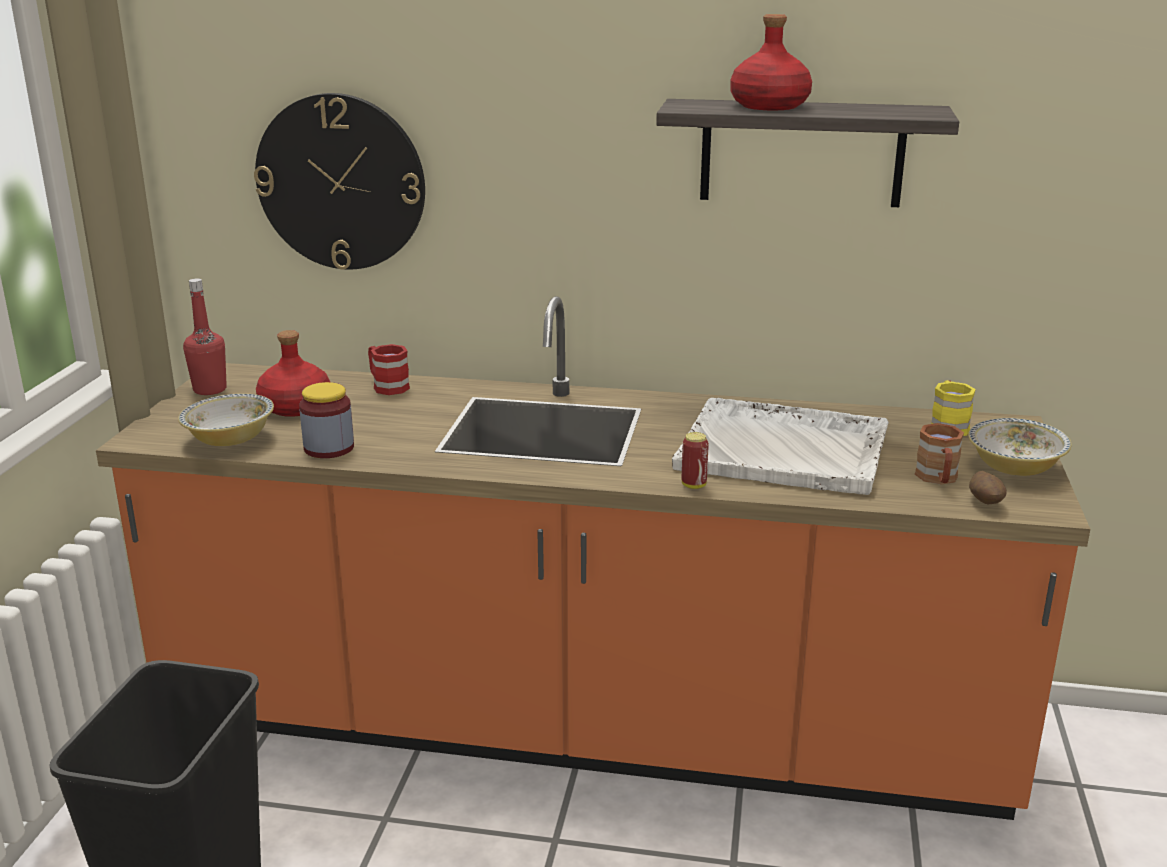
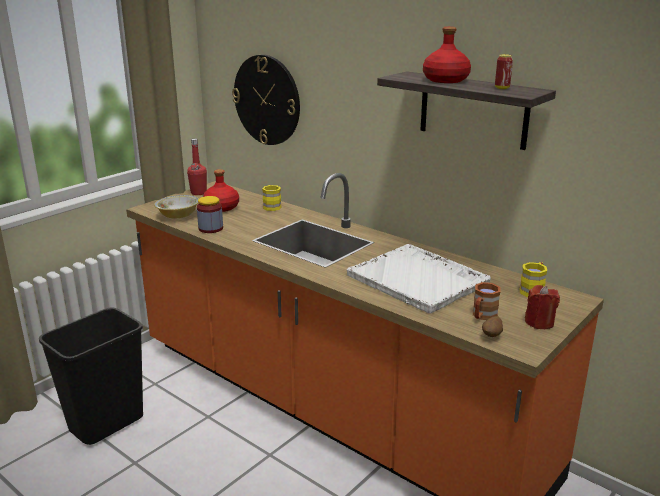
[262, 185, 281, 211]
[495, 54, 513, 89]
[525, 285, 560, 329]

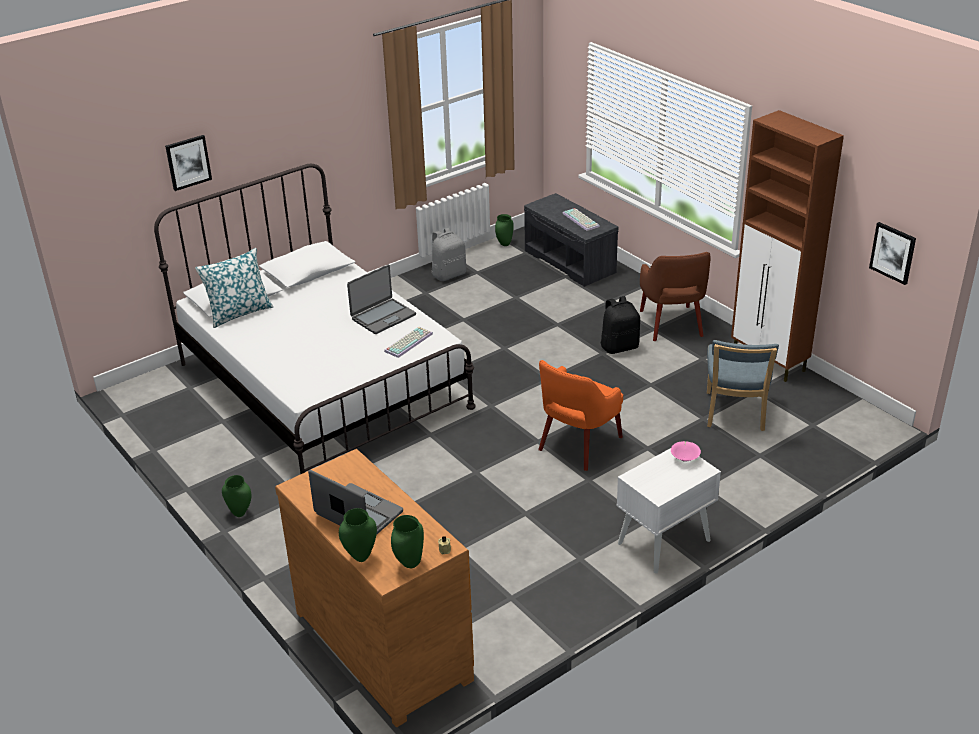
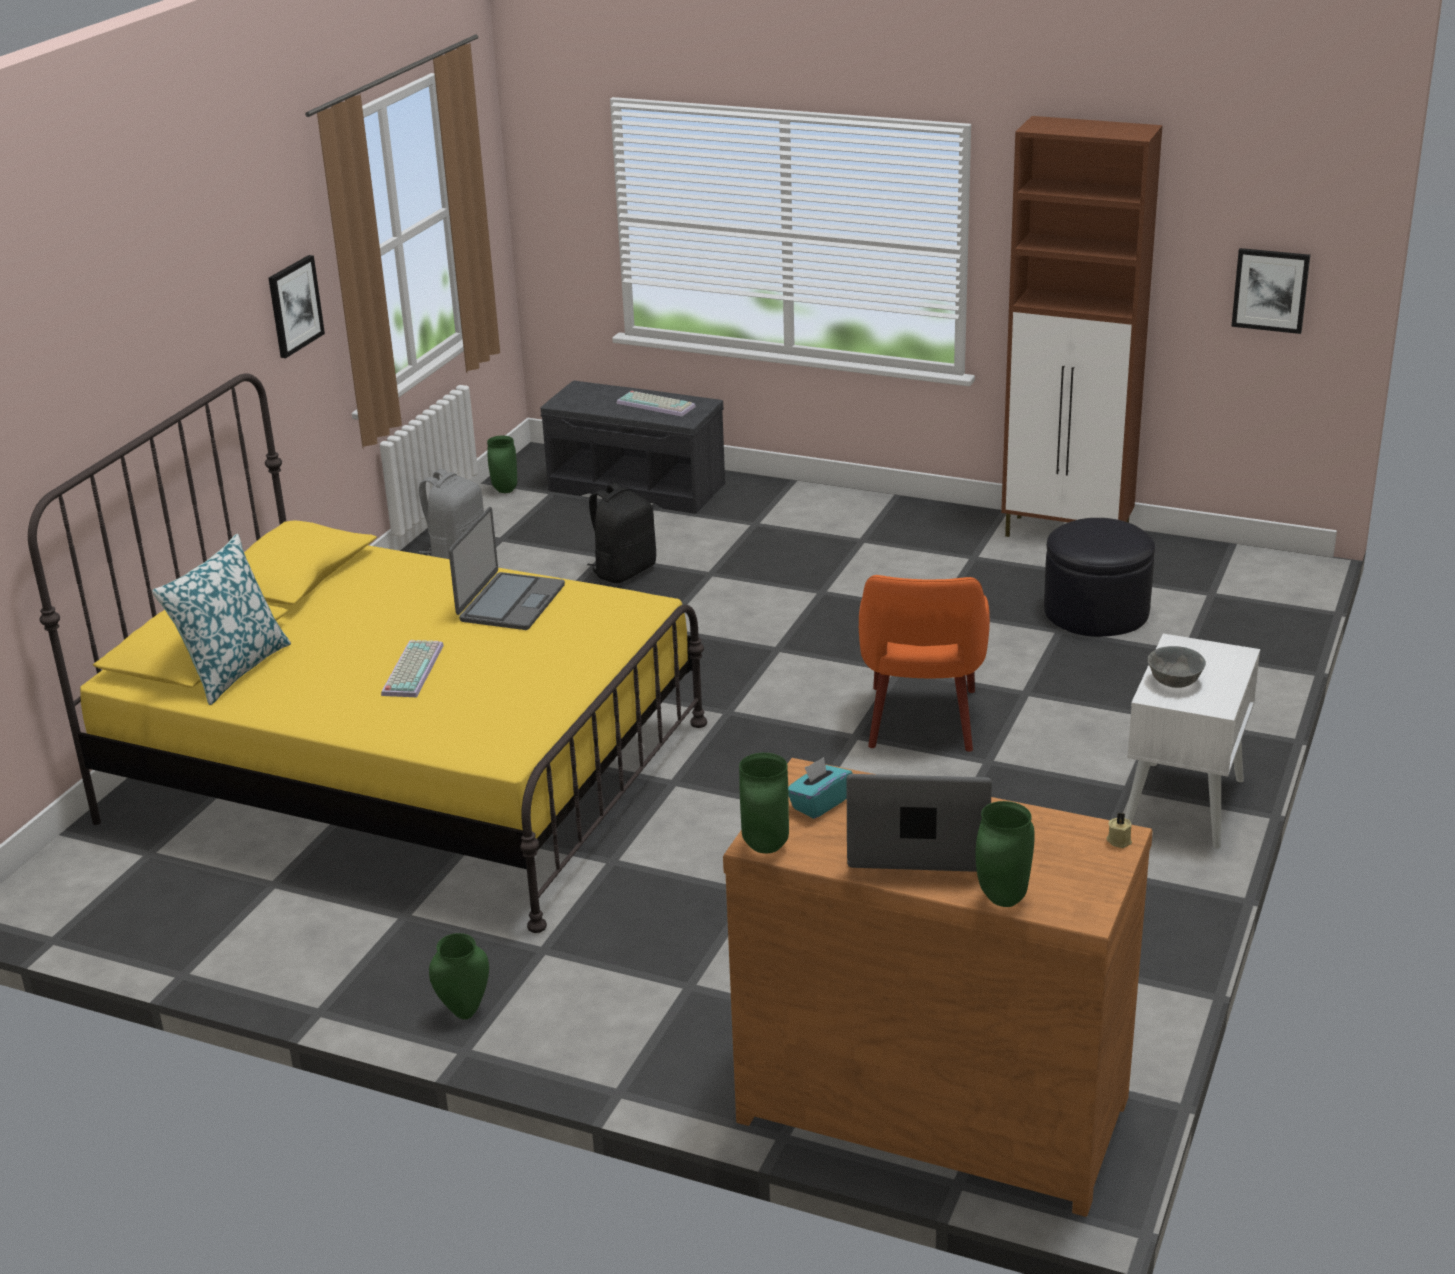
[28, 373, 707, 933]
[269, 255, 325, 358]
[381, 640, 444, 697]
[587, 483, 656, 583]
[739, 753, 789, 853]
[788, 757, 853, 819]
[1044, 518, 1155, 637]
[1147, 646, 1206, 688]
[640, 252, 710, 341] (first image)
[671, 441, 701, 462] (first image)

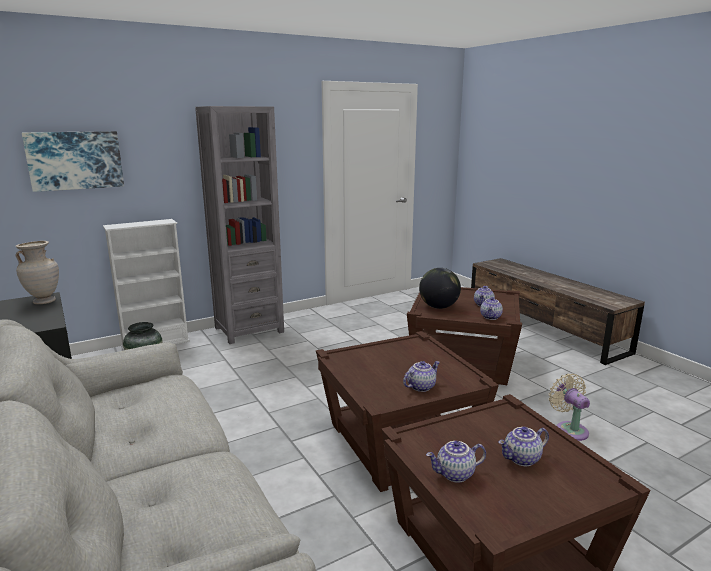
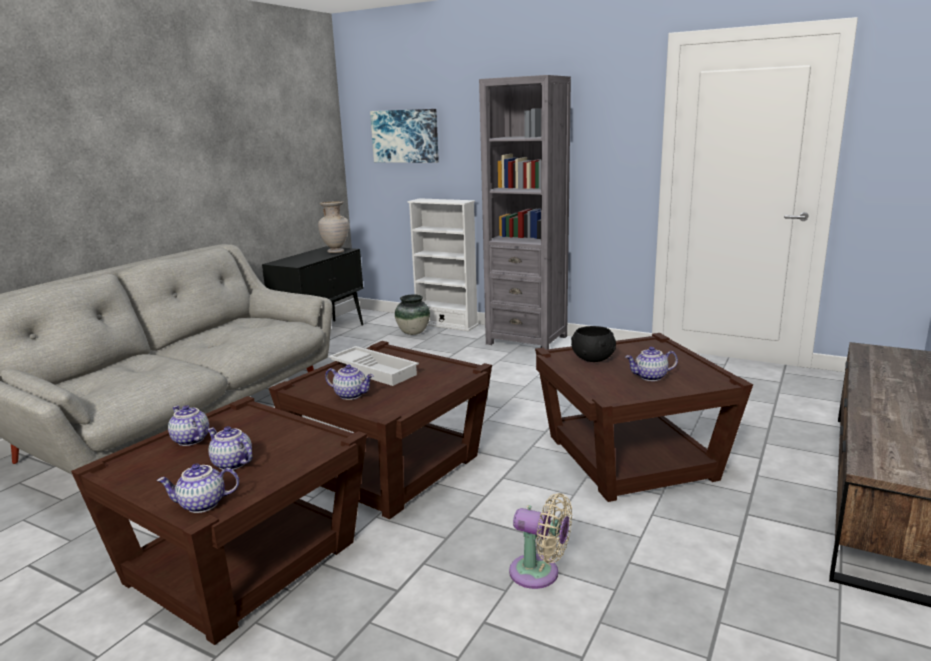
[157, 464, 239, 513]
[328, 346, 419, 386]
[509, 493, 572, 589]
[571, 326, 616, 362]

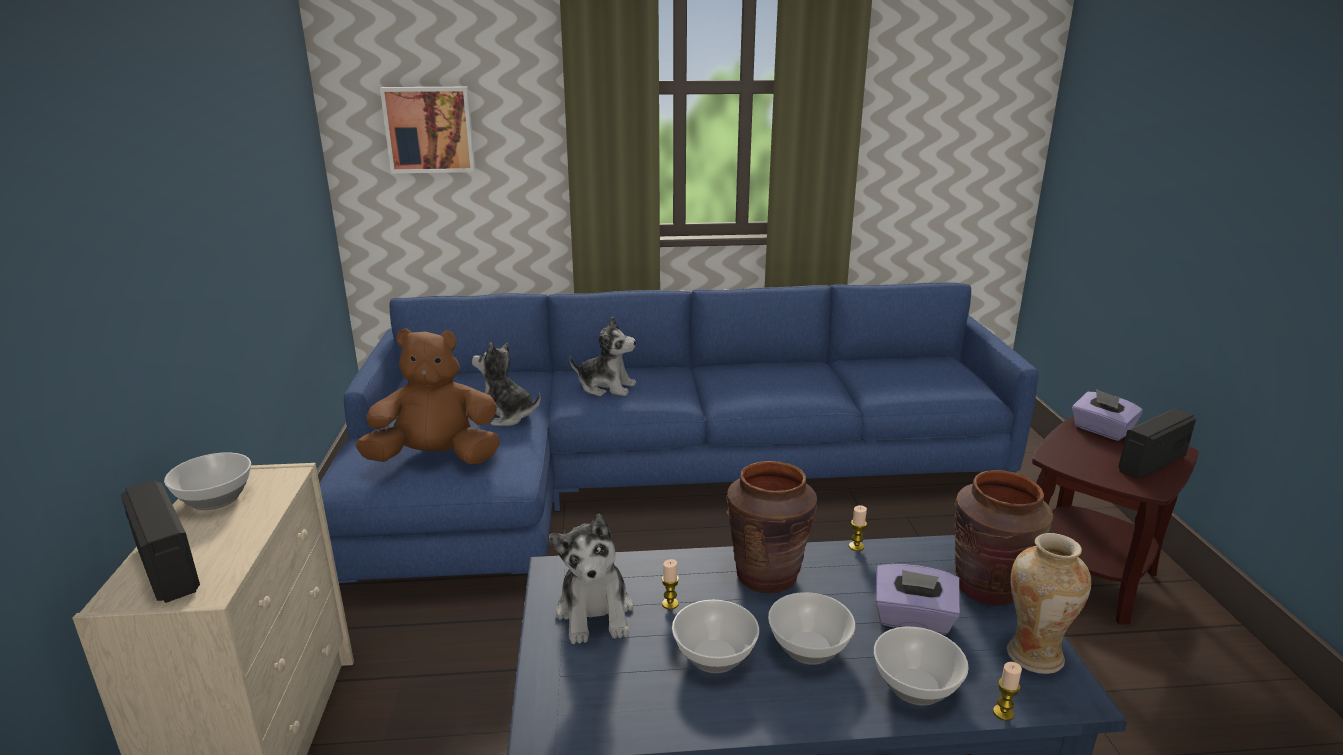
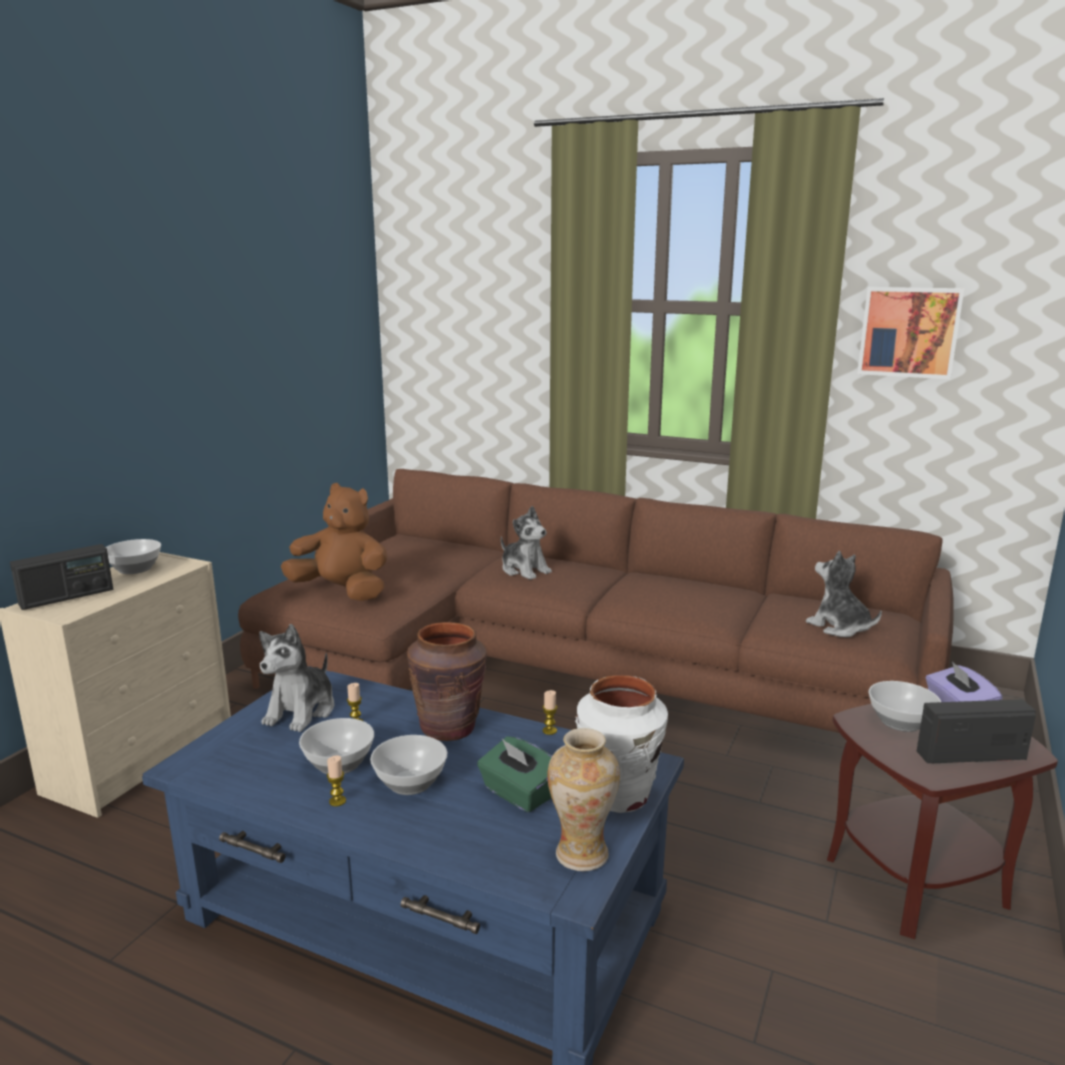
[10, 544, 113, 610]
[238, 469, 953, 733]
[327, 755, 346, 807]
[477, 736, 552, 813]
[575, 675, 668, 813]
[806, 551, 882, 637]
[857, 287, 964, 379]
[869, 681, 941, 732]

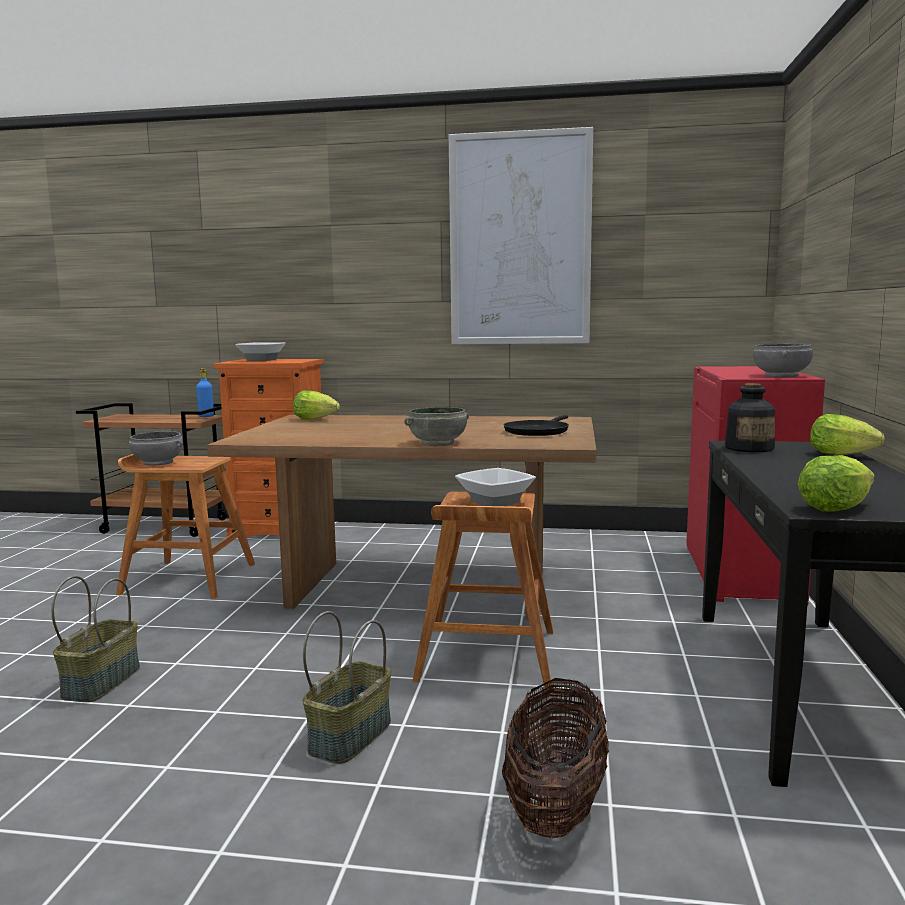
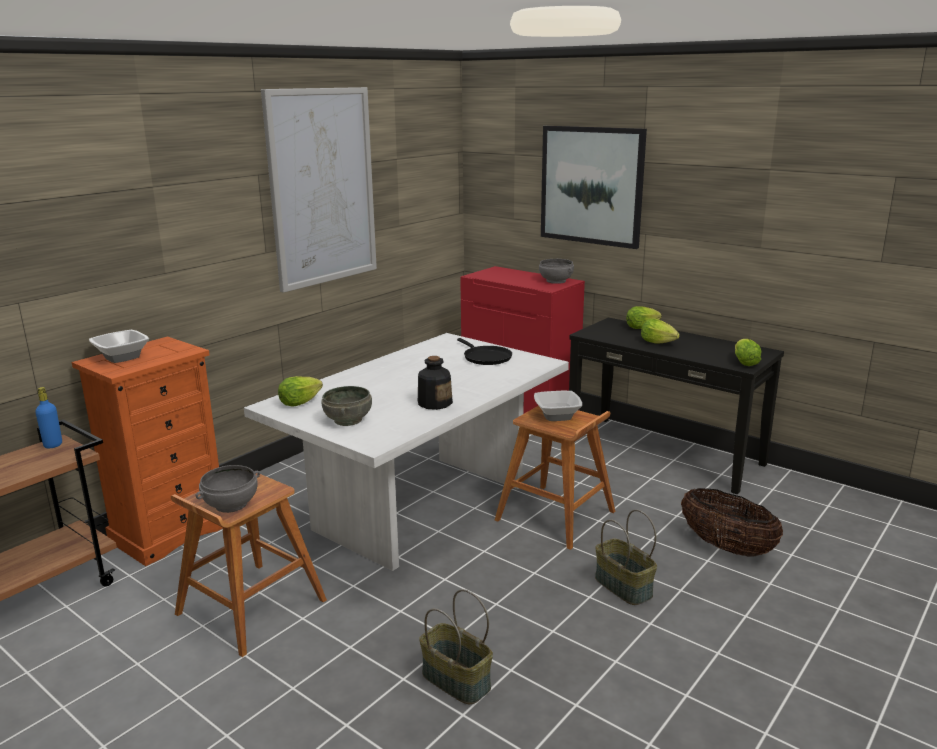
[244, 333, 569, 571]
[321, 386, 372, 426]
[418, 356, 453, 410]
[541, 126, 647, 249]
[641, 319, 680, 344]

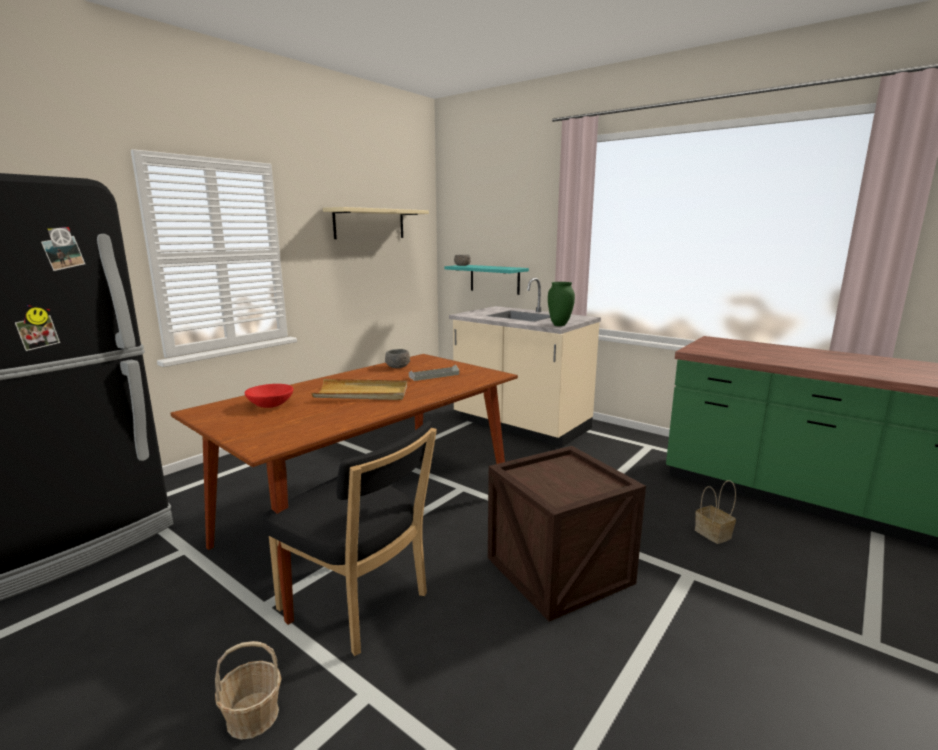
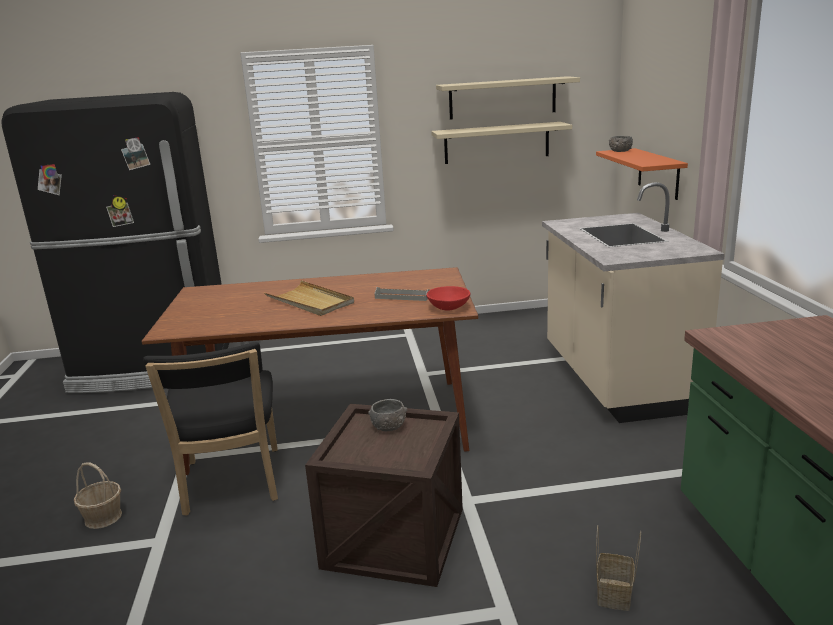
[368, 399, 407, 431]
[427, 286, 470, 310]
[431, 122, 572, 164]
[596, 148, 688, 200]
[548, 282, 575, 326] (first image)

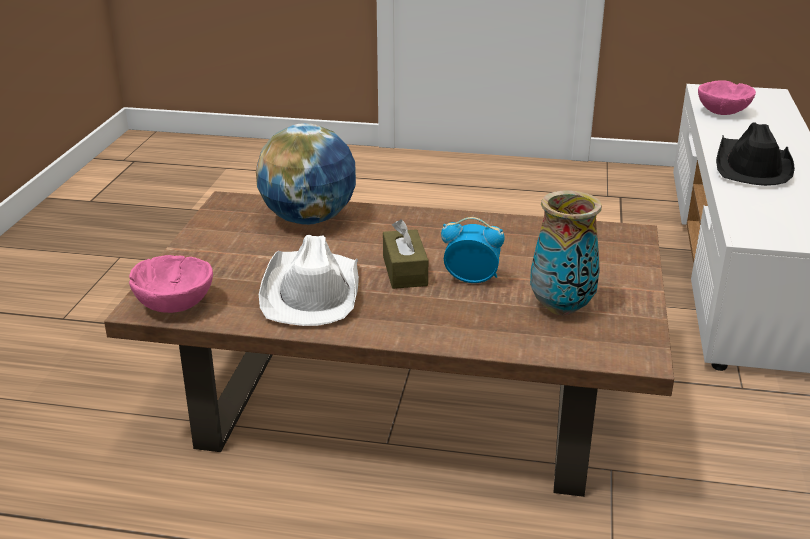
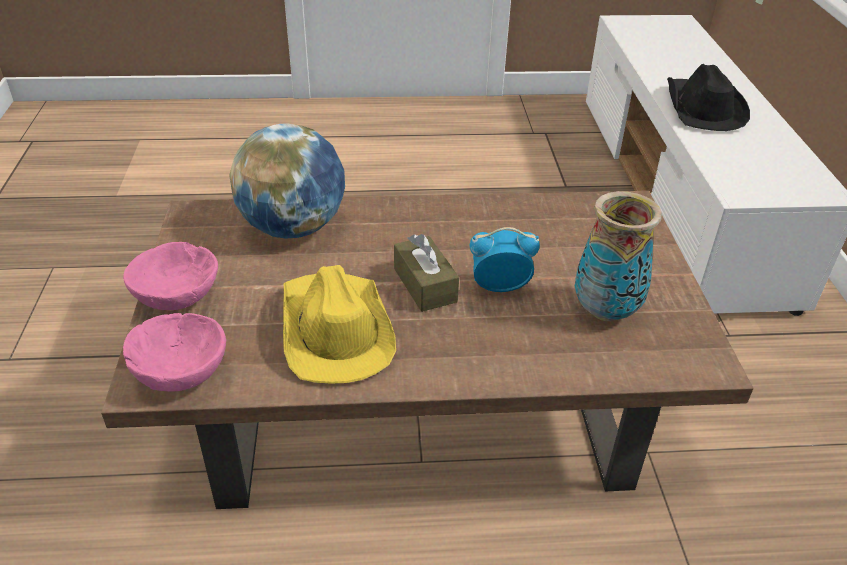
[123, 242, 218, 310]
[283, 265, 396, 383]

